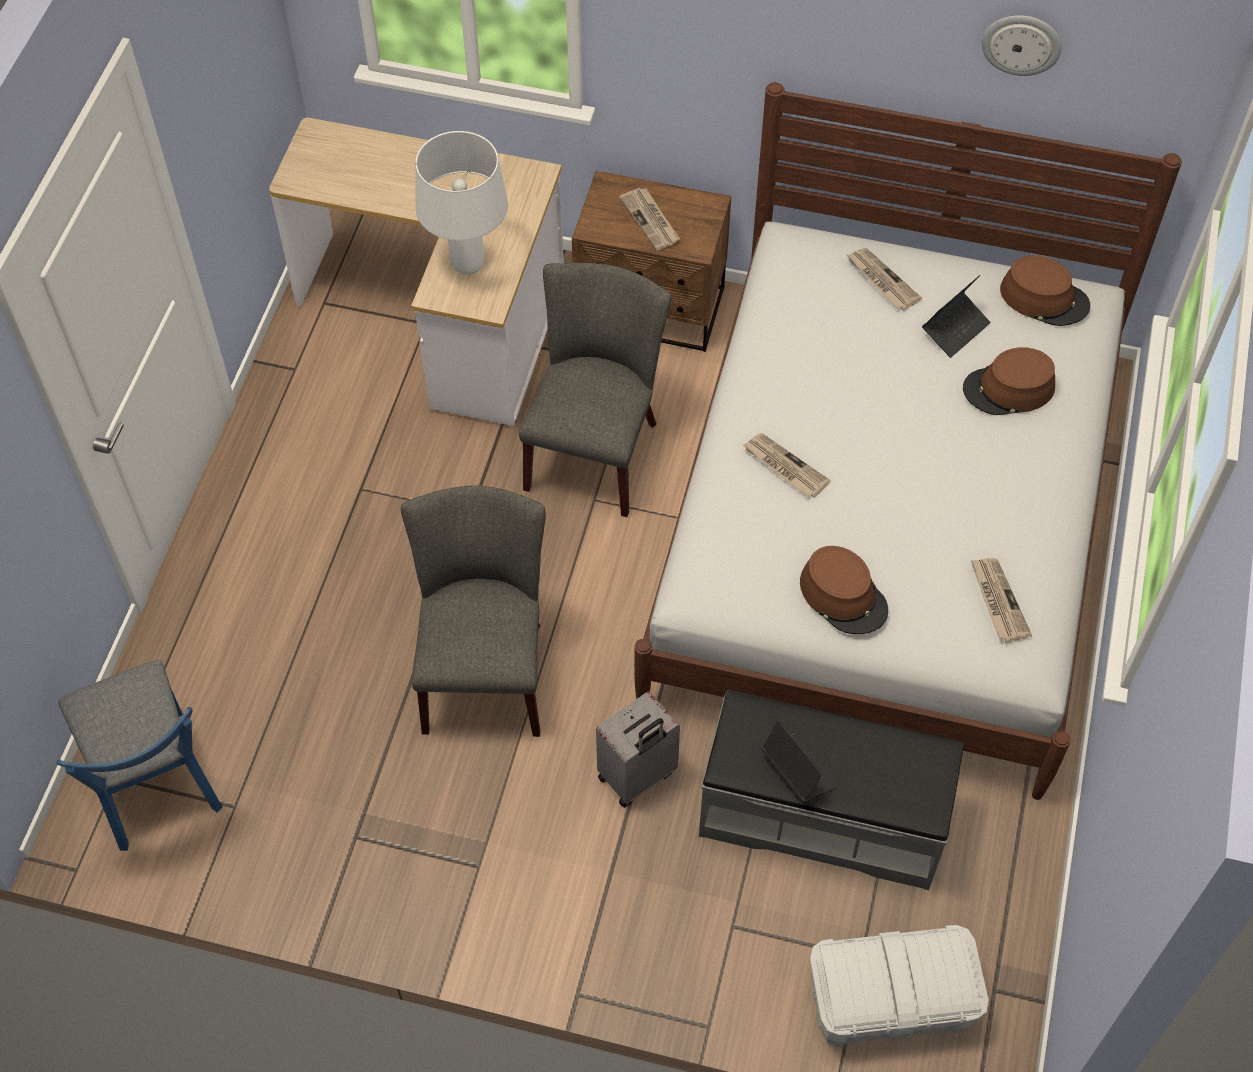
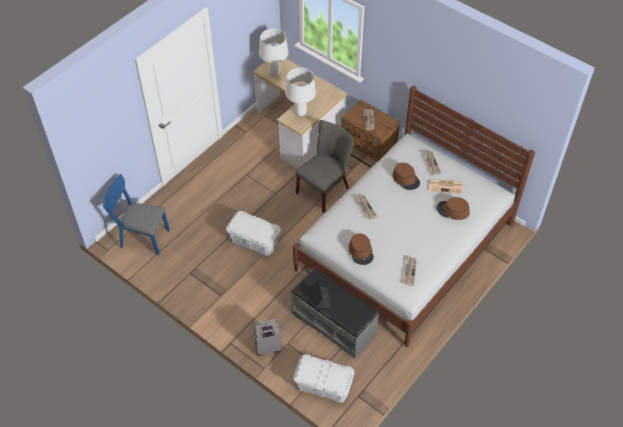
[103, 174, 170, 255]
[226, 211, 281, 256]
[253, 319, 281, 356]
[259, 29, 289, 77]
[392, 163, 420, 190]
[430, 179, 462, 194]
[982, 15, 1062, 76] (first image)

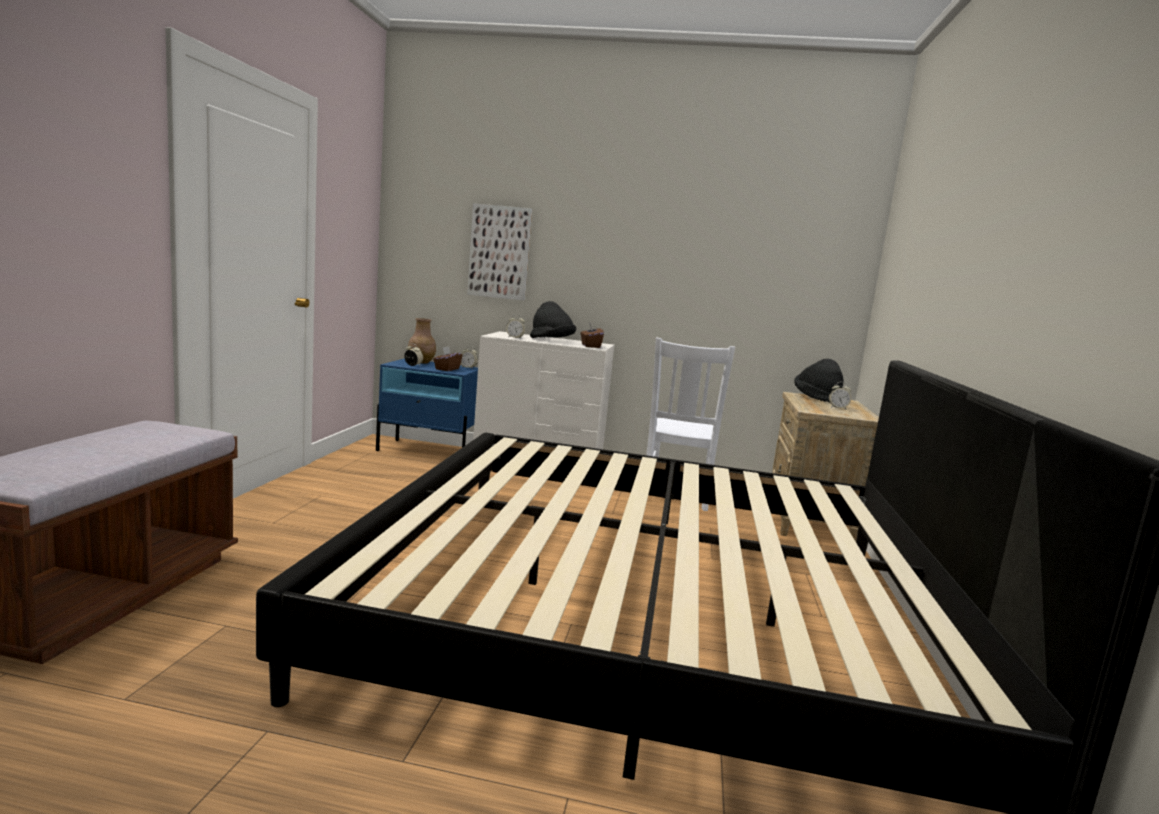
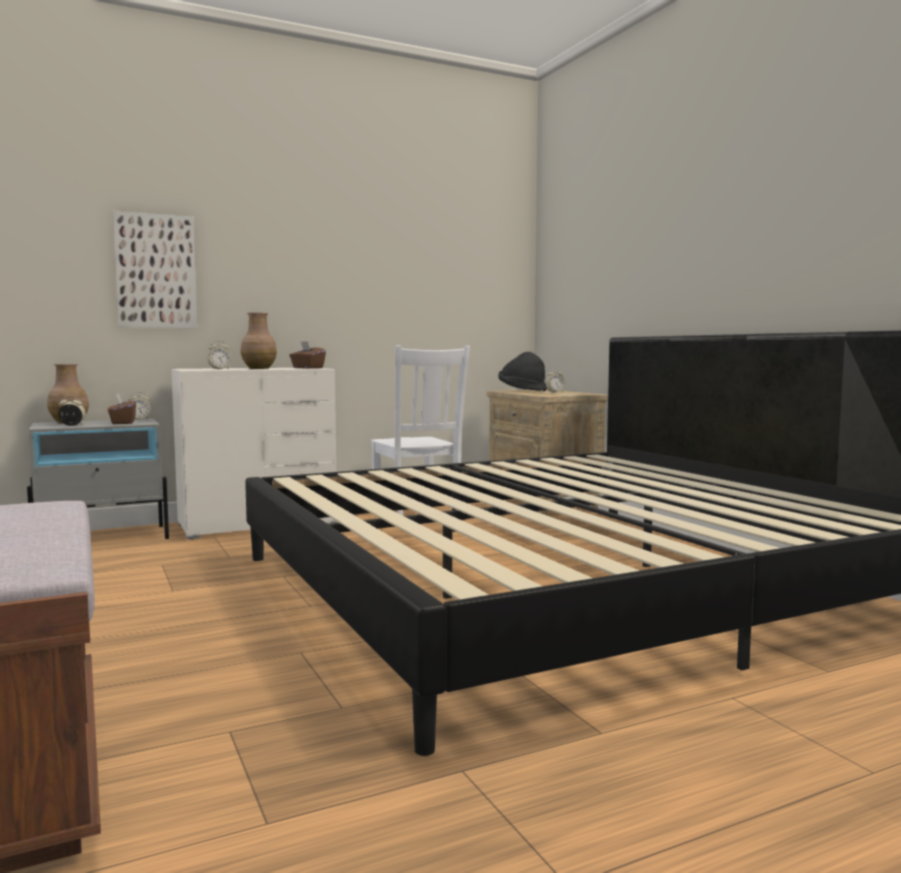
[27, 418, 169, 539]
[241, 313, 277, 369]

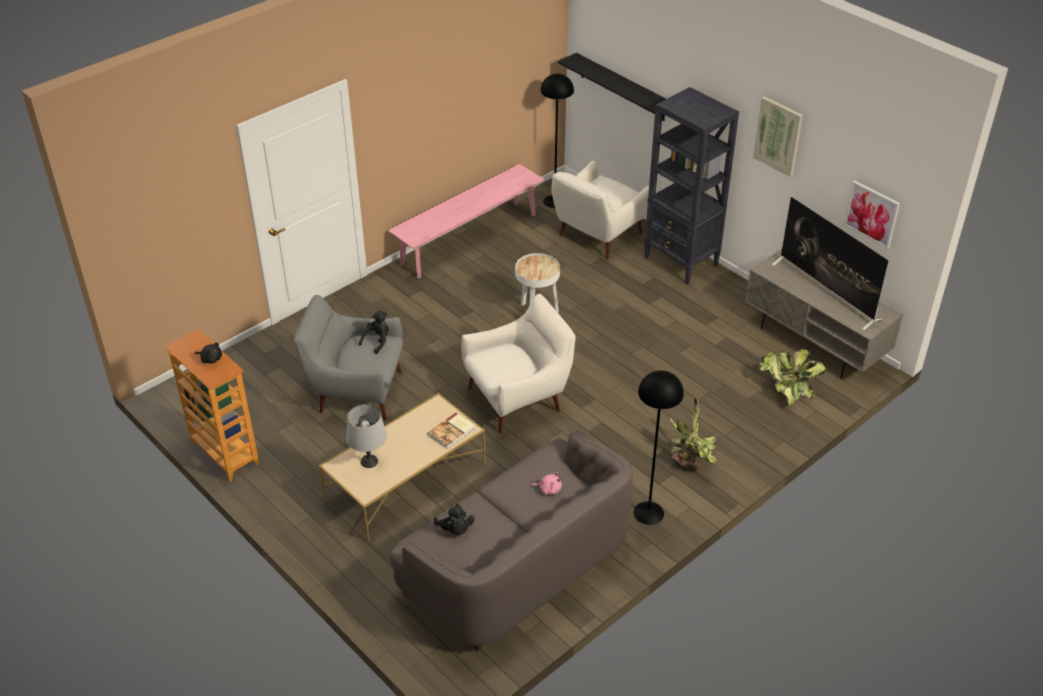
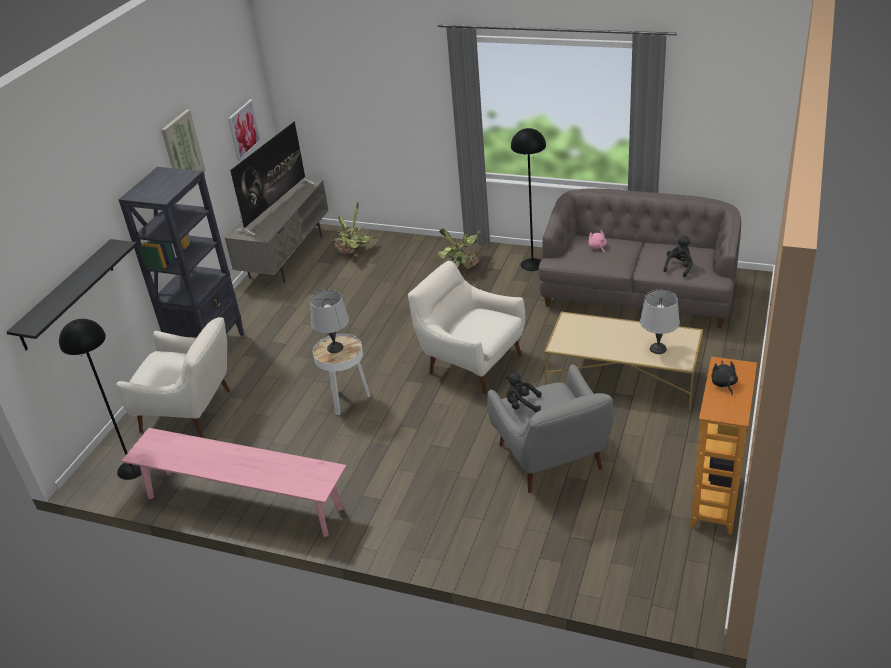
[310, 290, 349, 353]
[427, 412, 475, 449] (first image)

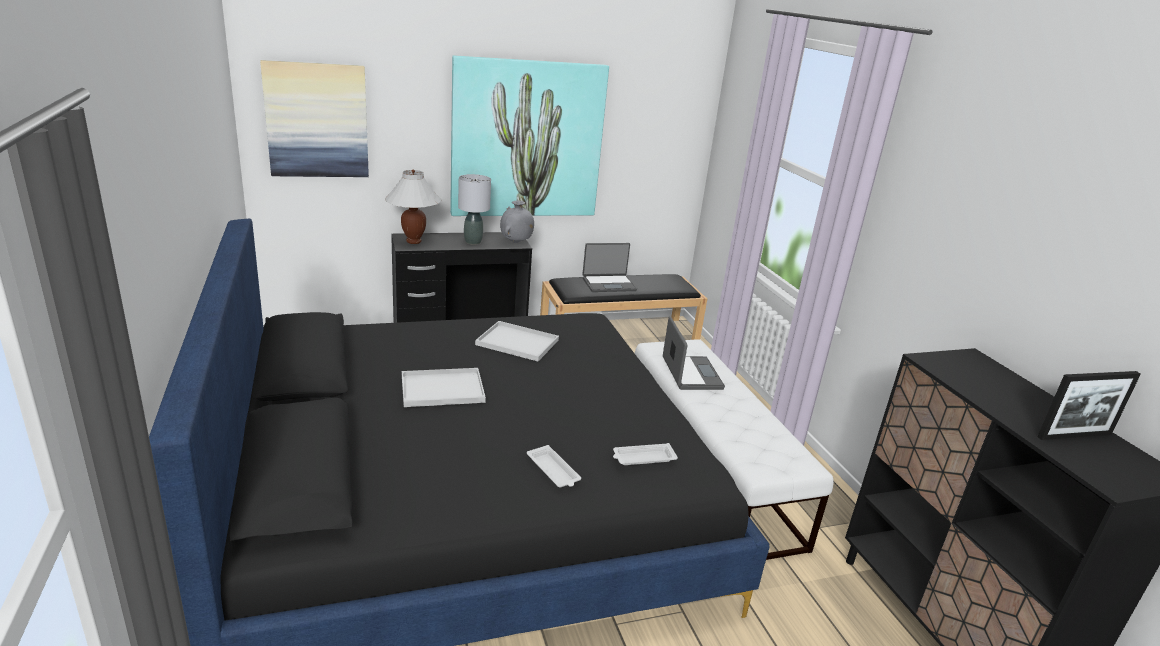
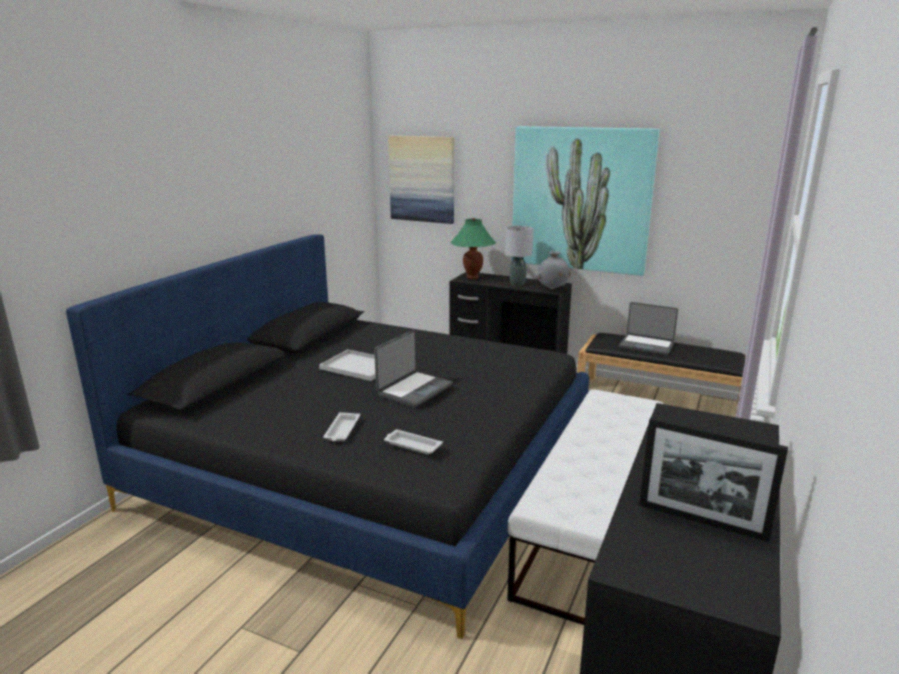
[374, 330, 453, 408]
[451, 218, 496, 279]
[475, 321, 559, 361] (first image)

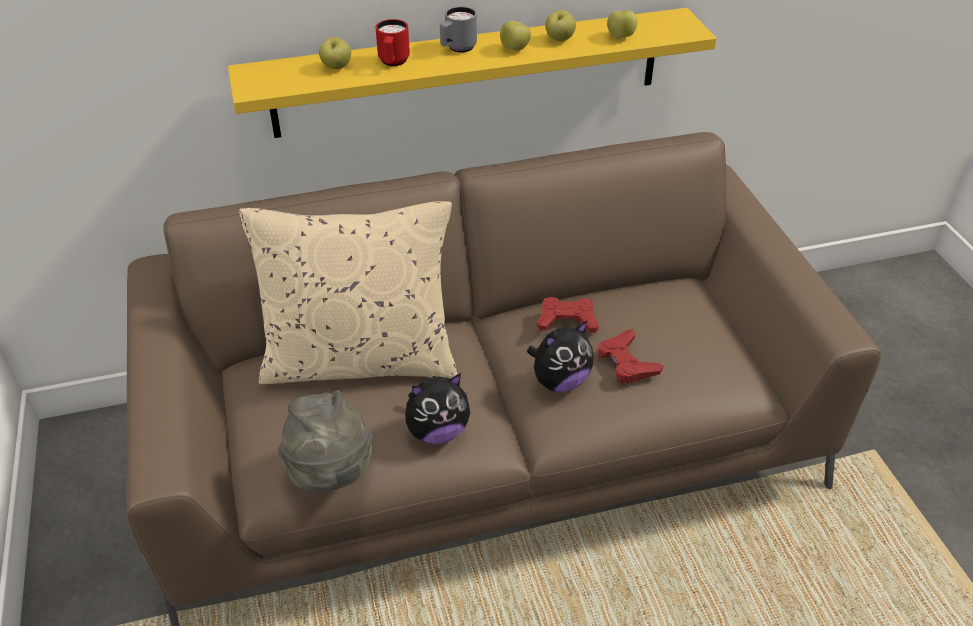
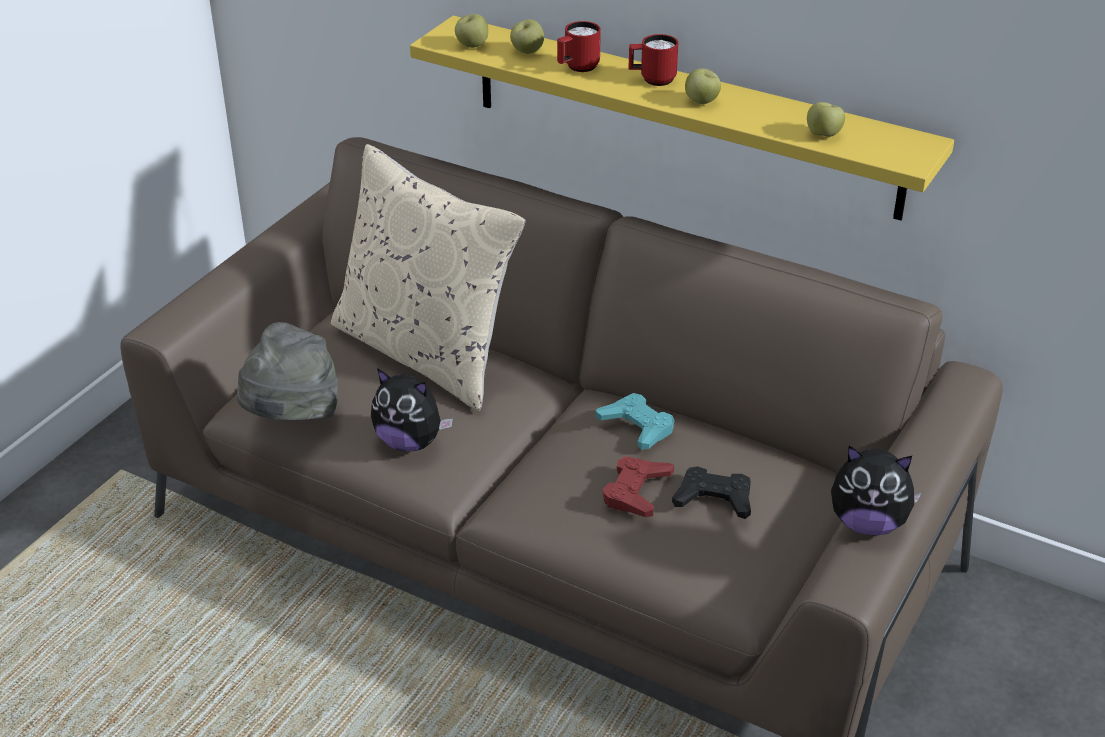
[455, 14, 488, 48]
[595, 393, 674, 450]
[628, 34, 678, 86]
[672, 466, 751, 519]
[831, 446, 922, 535]

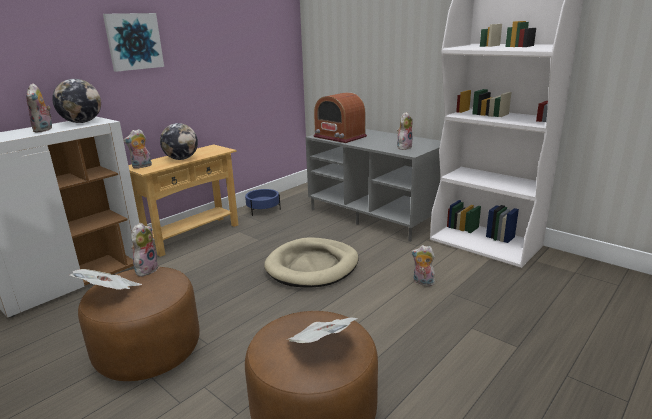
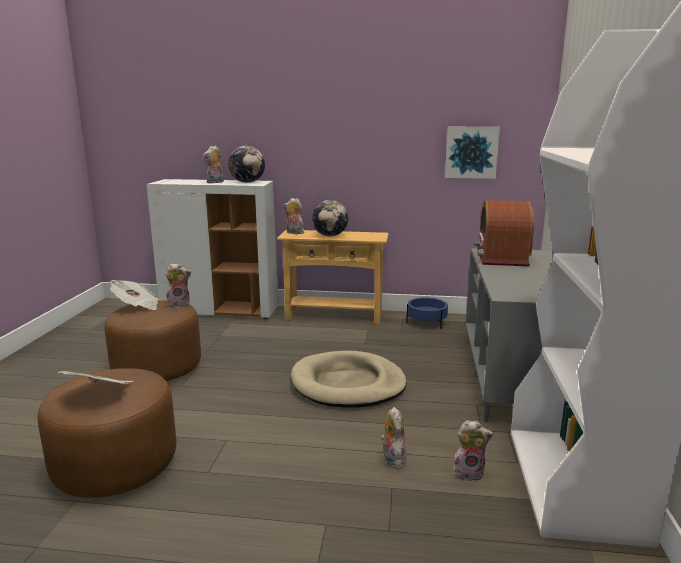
[445, 127, 500, 179]
[453, 420, 493, 481]

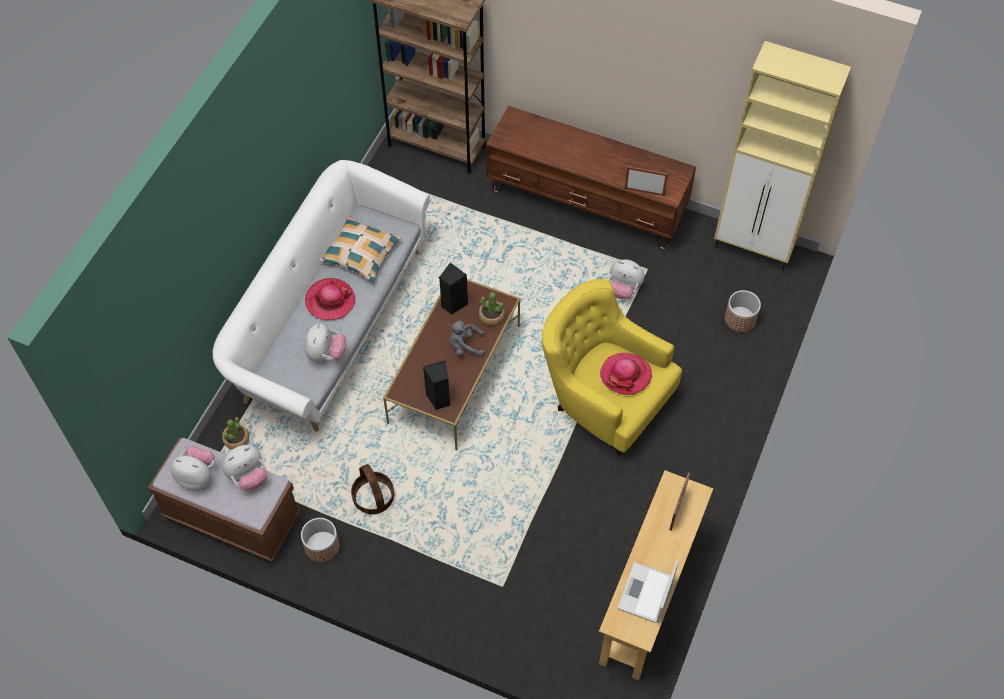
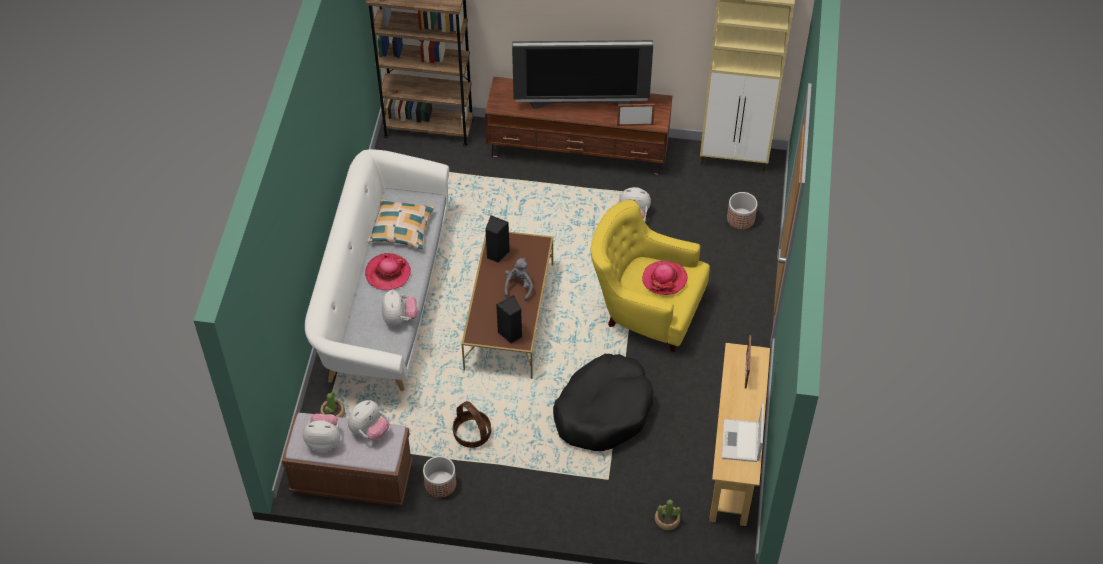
[504, 258, 533, 301]
[512, 40, 653, 109]
[553, 354, 653, 451]
[655, 499, 681, 530]

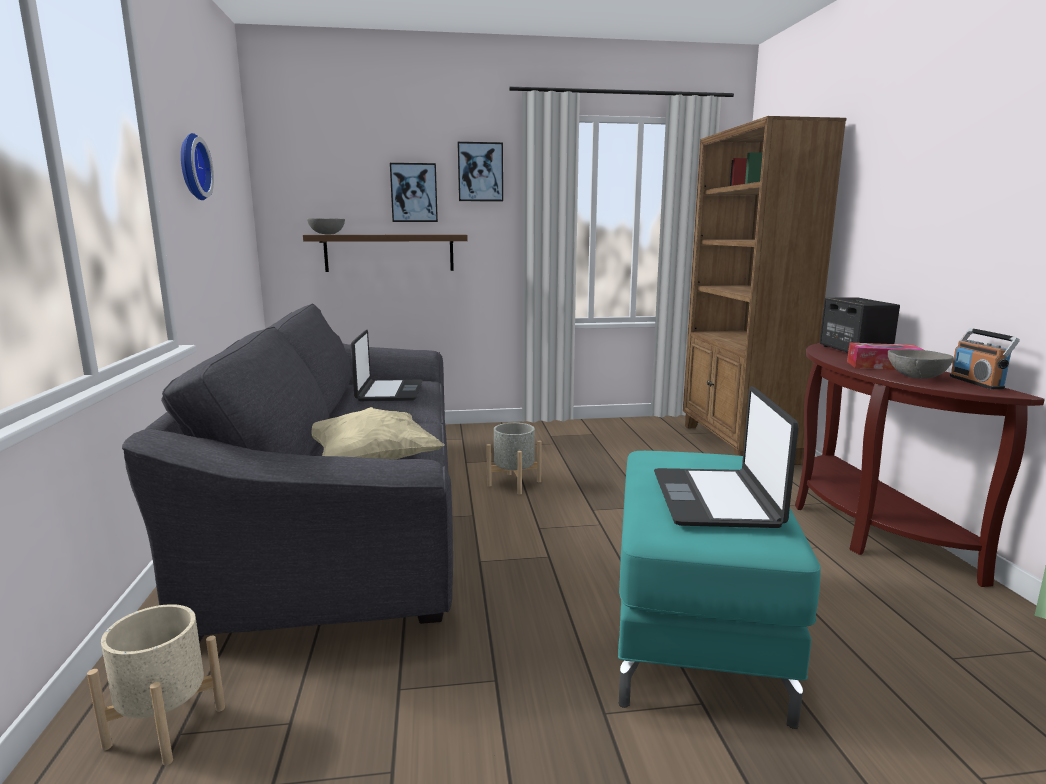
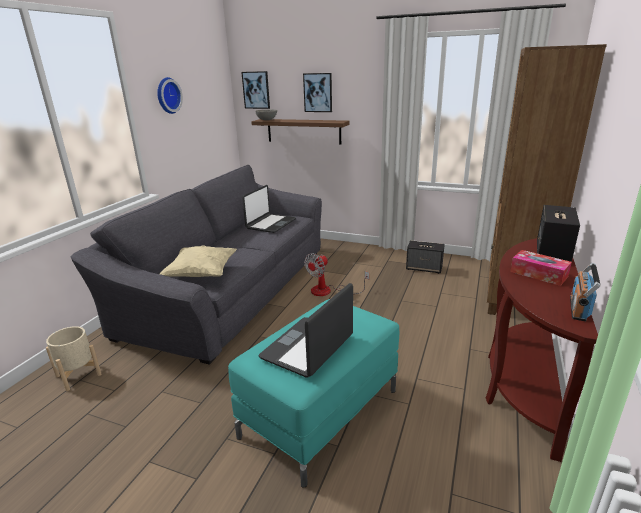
[241, 71, 270, 109]
[304, 253, 369, 296]
[406, 240, 445, 274]
[888, 349, 954, 379] (first image)

